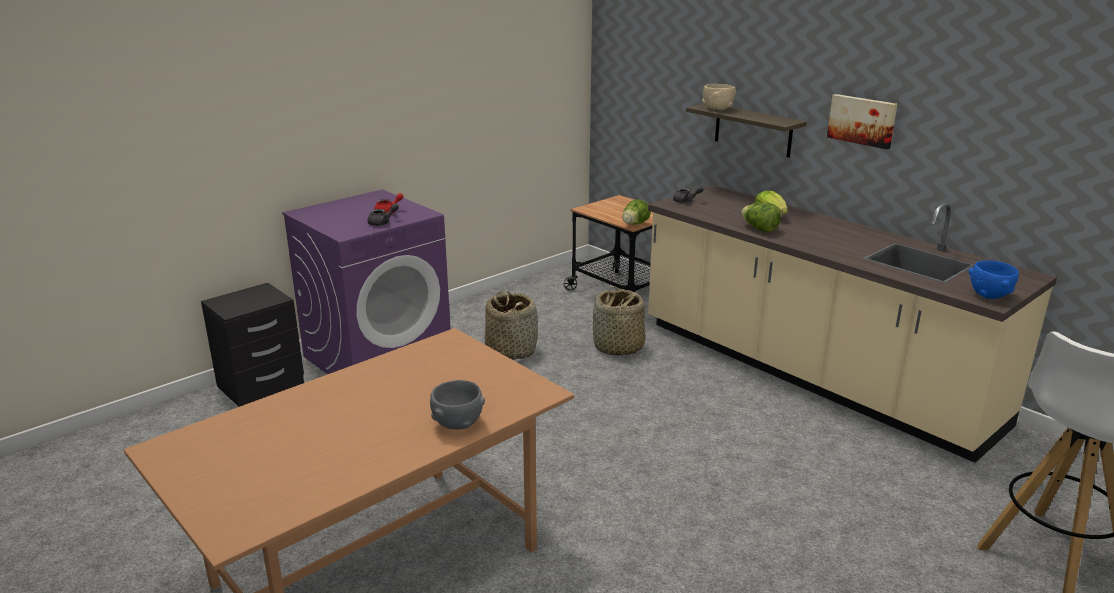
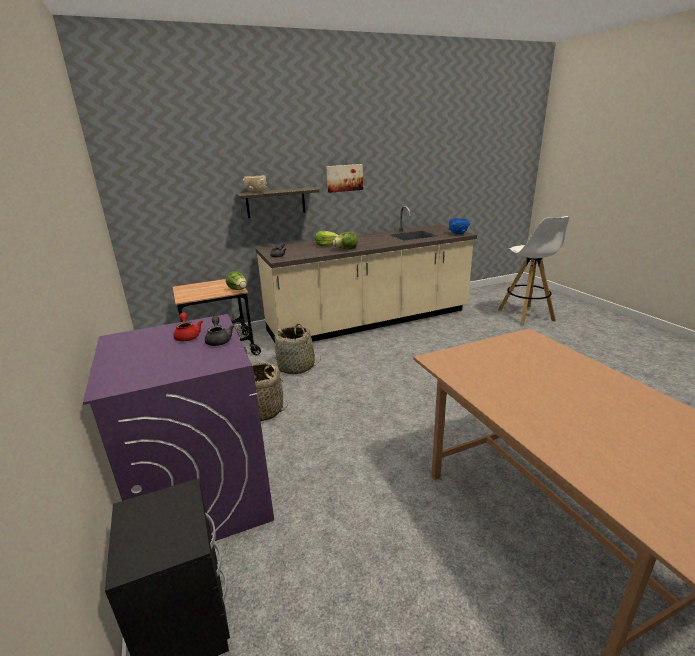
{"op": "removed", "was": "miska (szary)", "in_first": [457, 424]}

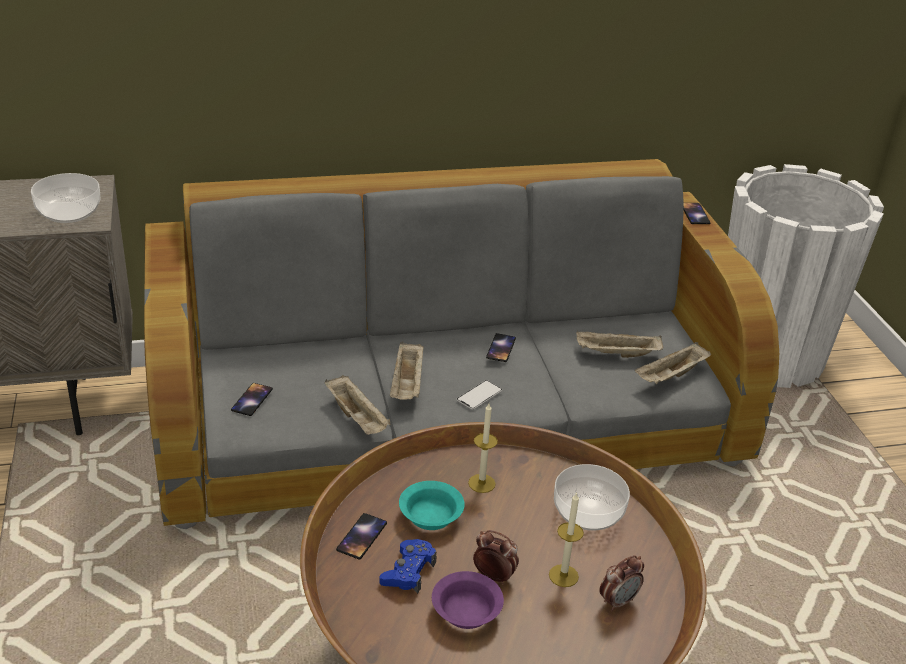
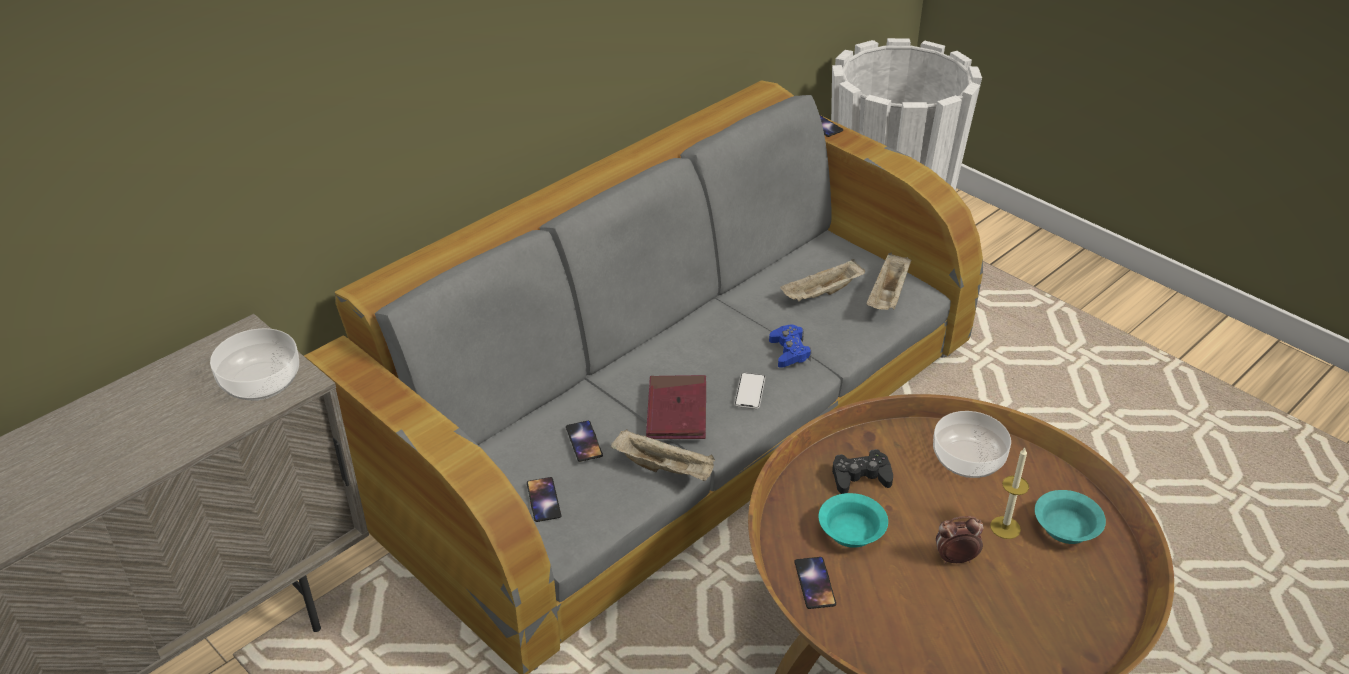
{"op": "moved", "was": "telefon", "in_first": [501, 348], "in_second": [584, 441]}
{"op": "replaced", "was": "taca (beżowy)", "now": "książka (czerwony)", "in_first": [407, 384], "in_second": [677, 411]}
{"op": "replaced", "was": "świeca", "now": "pad do gier (czarny)", "in_first": [481, 483], "in_second": [860, 477]}
{"op": "moved", "was": "pad do gier (niebieski)", "in_first": [408, 572], "in_second": [789, 352]}
{"op": "replaced", "was": "budzik", "now": "miska (turkusowy)", "in_first": [618, 601], "in_second": [1065, 527]}
{"op": "removed", "was": "miska (fioletowy)", "in_first": [464, 611]}

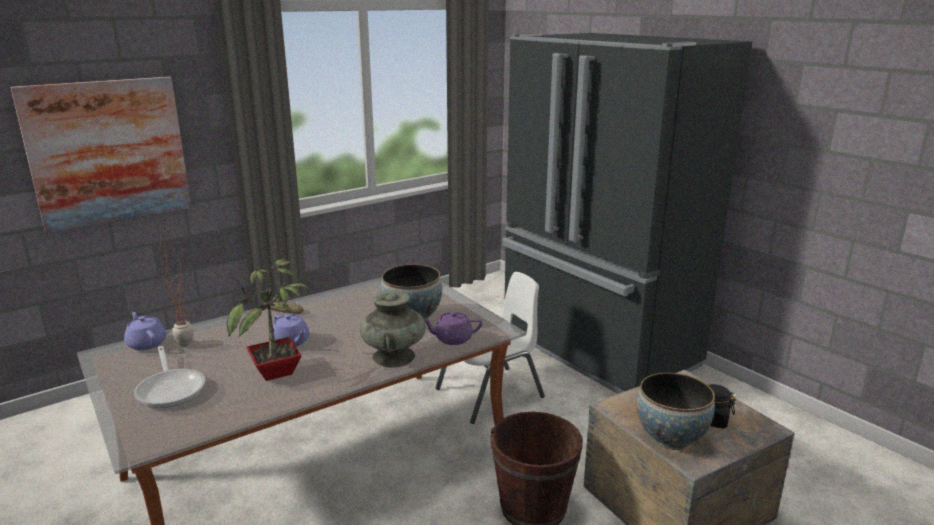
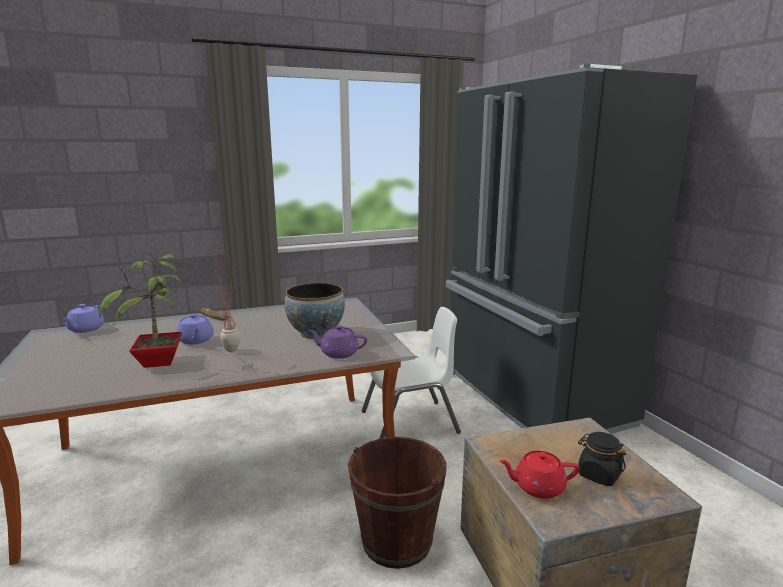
{"op": "removed", "was": "obraz", "in_first": [108, 152]}
{"op": "moved", "was": "roślina doniczkowa", "in_first": [187, 342], "in_second": [234, 348]}
{"op": "removed", "was": "wazon (turkusowy)", "in_first": [394, 356]}
{"op": "turned", "was": "imbryk (fioletowy)", "in_first": [146, 343], "in_second": [85, 329], "clockwise": -150}
{"op": "removed", "was": "patelnia", "in_first": [171, 389]}
{"op": "replaced", "was": "miska", "now": "imbryk (czerwony)", "in_first": [670, 438], "in_second": [537, 487]}

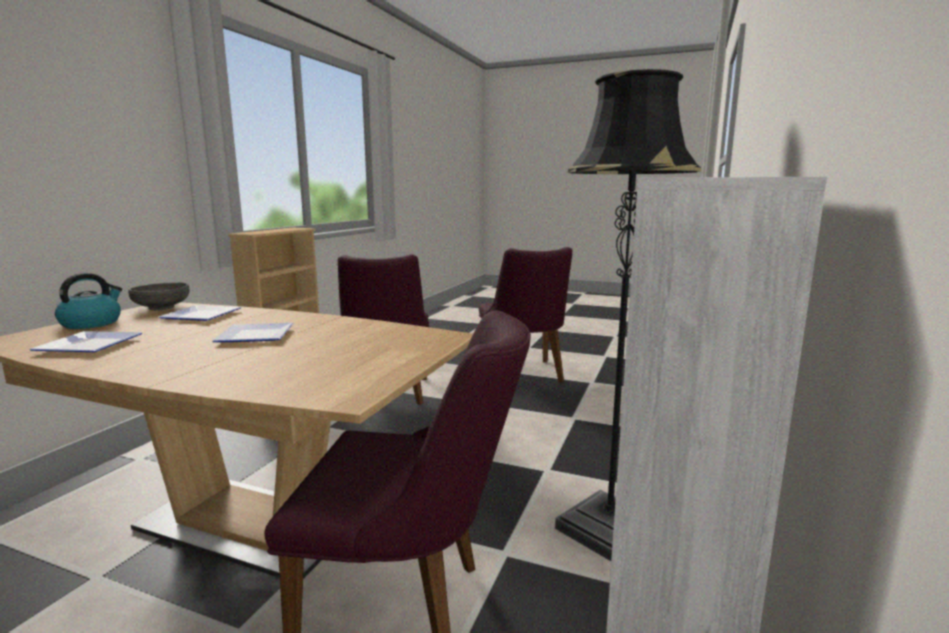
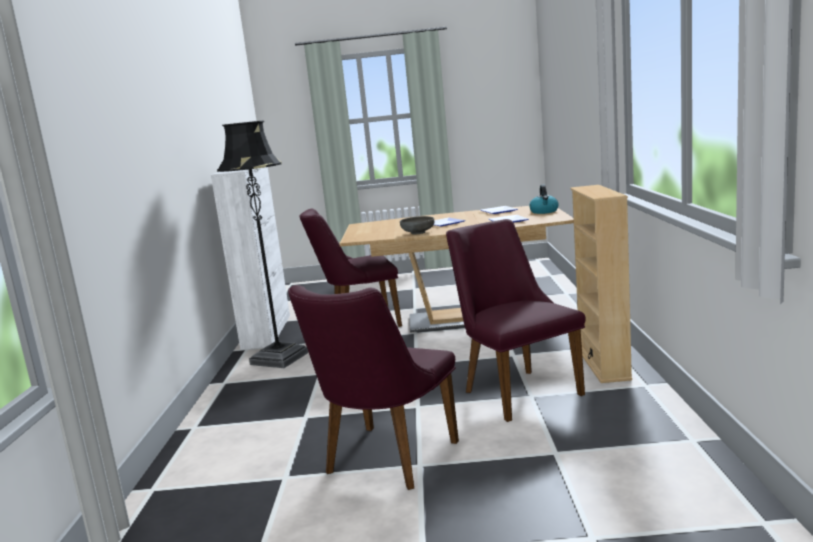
{"op": "turned", "was": "krzesło (fioletowy)", "in_first": [524, 376], "in_second": [384, 462], "clockwise": -120}
{"op": "moved", "was": "miska (szary)", "in_first": [162, 308], "in_second": [418, 233]}

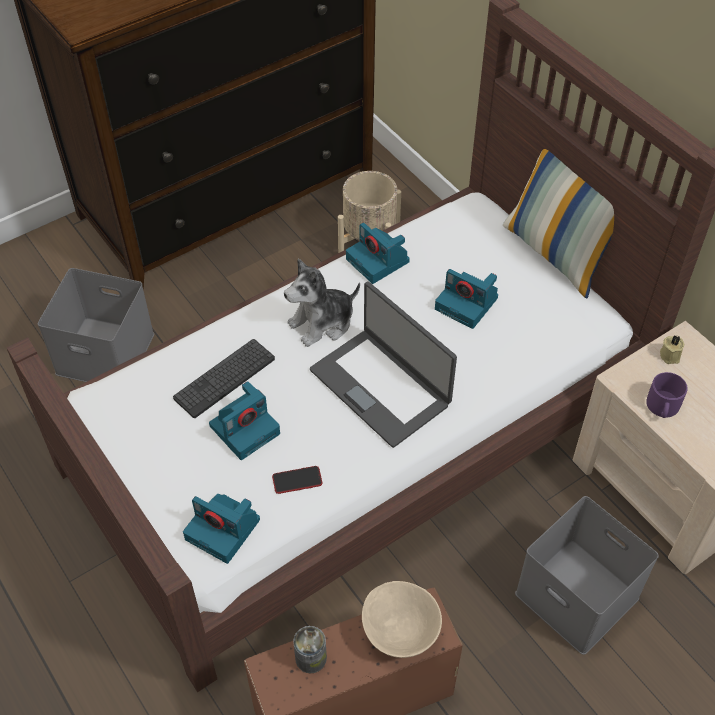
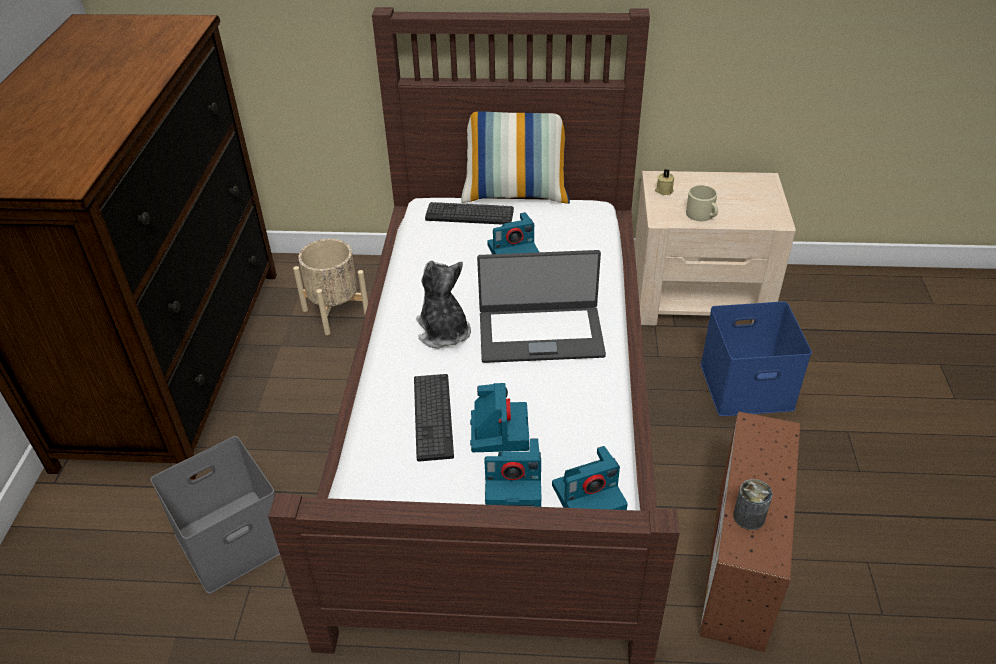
{"op": "moved", "was": "aparat fotograficzny", "in_first": [379, 261], "in_second": [515, 485]}
{"op": "turned", "was": "pluszak", "in_first": [322, 323], "in_second": [443, 332], "clockwise": 150}
{"op": "recoloured", "was": "kubek (fioletowy)", "now": "kubek (beżowy)", "in_first": [662, 407], "in_second": [702, 215]}
{"op": "removed", "was": "telefon", "in_first": [297, 480]}
{"op": "recoloured", "was": "pojemnik do przechowywania (szary)", "now": "pojemnik do przechowywania (niebieski)", "in_first": [580, 595], "in_second": [747, 384]}
{"op": "removed", "was": "miska (beżowy)", "in_first": [400, 631]}
{"op": "added", "now": "klawiatura", "in_second": [469, 214]}

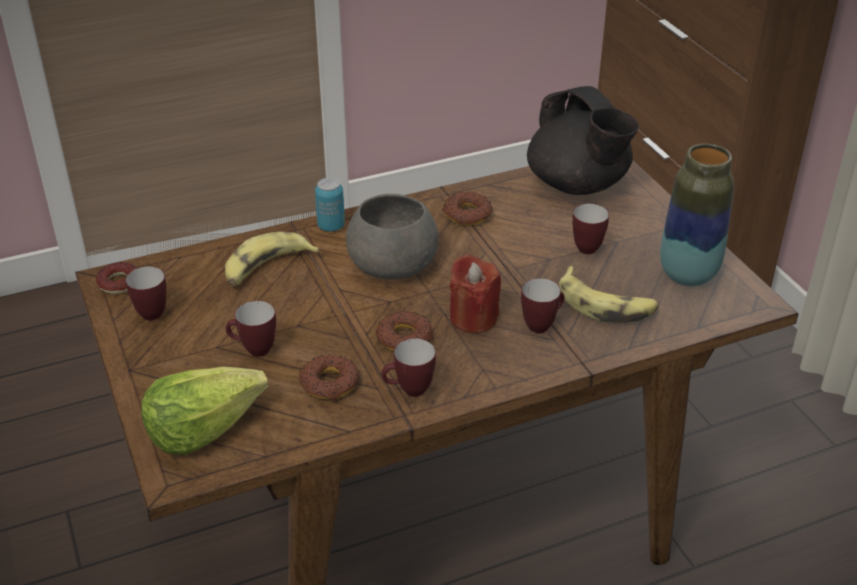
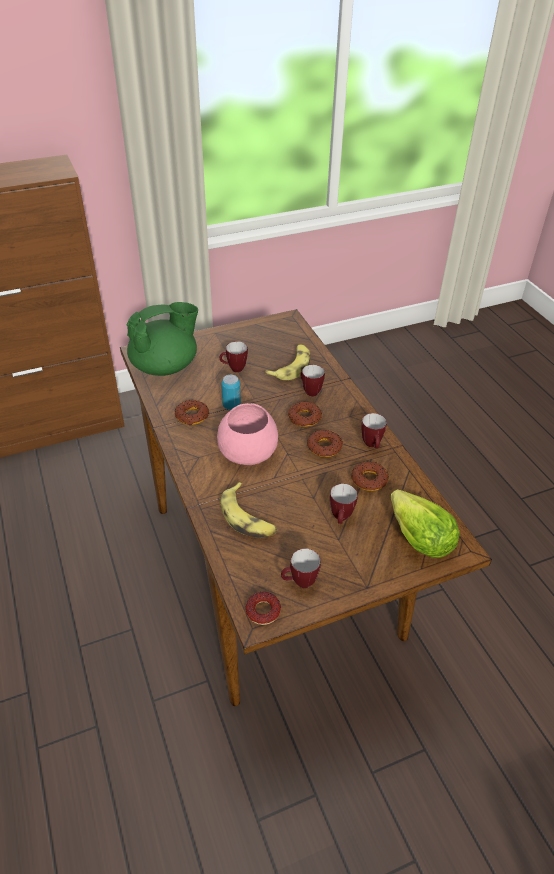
{"op": "recoloured", "was": "imbryk (czarny)", "now": "imbryk (zielony)", "in_first": [578, 185], "in_second": [166, 366]}
{"op": "removed", "was": "wazon", "in_first": [688, 275]}
{"op": "moved", "was": "puszka", "in_first": [331, 226], "in_second": [231, 405]}
{"op": "recoloured", "was": "miska (szary)", "now": "miska (różowy)", "in_first": [394, 265], "in_second": [248, 451]}
{"op": "replaced", "was": "świeca (czerwony)", "now": "donut", "in_first": [473, 318], "in_second": [304, 417]}

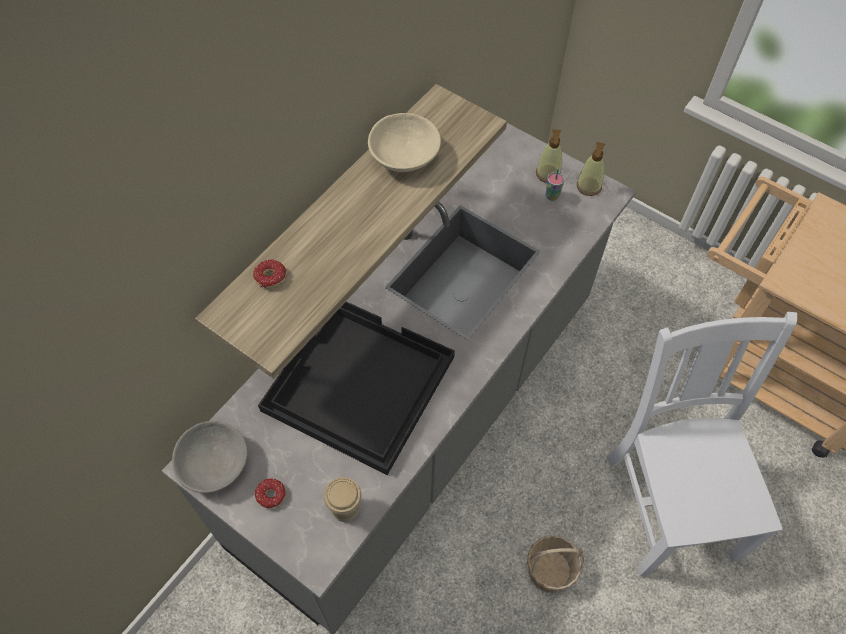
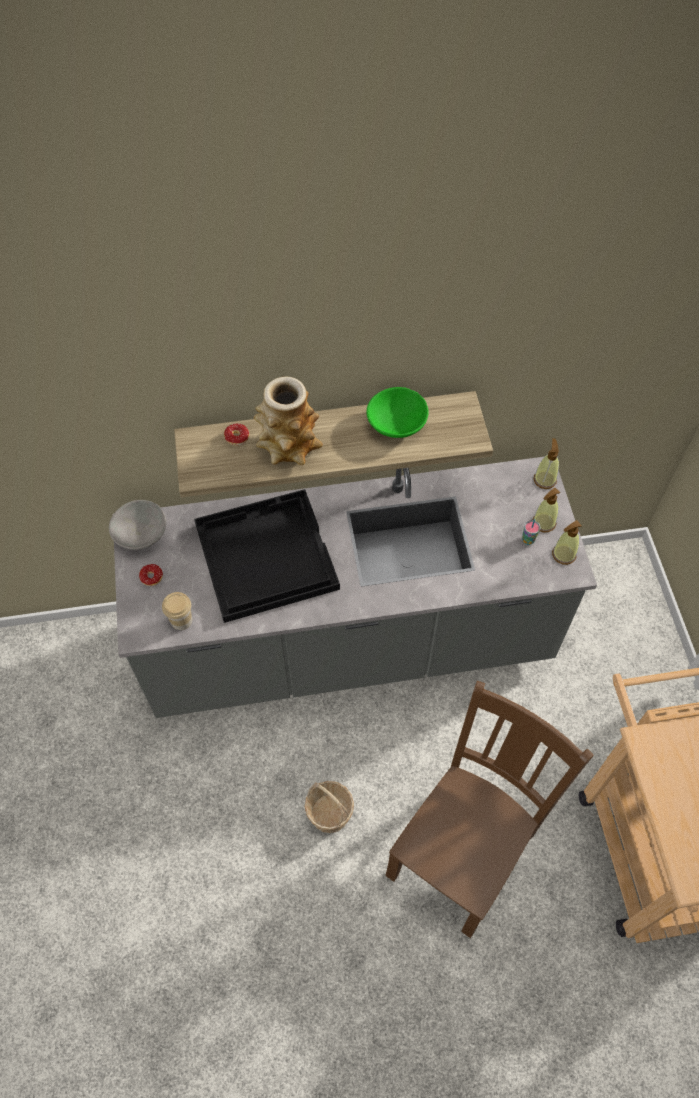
{"op": "recoloured", "was": "miska (beżowy)", "now": "miska (zielony)", "in_first": [405, 157], "in_second": [397, 424]}
{"op": "recoloured", "was": "krzesło (biały)", "now": "krzesło (brązowy)", "in_first": [670, 501], "in_second": [463, 851]}
{"op": "added", "now": "wazon", "in_second": [288, 445]}
{"op": "added", "now": "dozownik mydła", "in_second": [544, 479]}

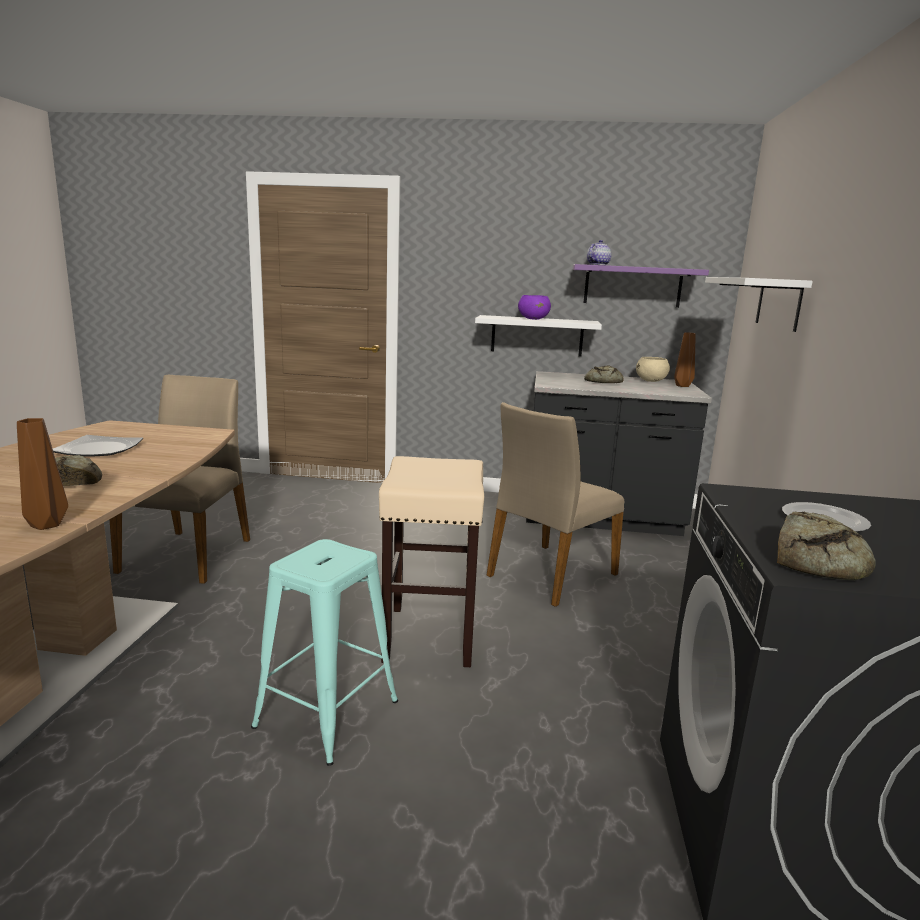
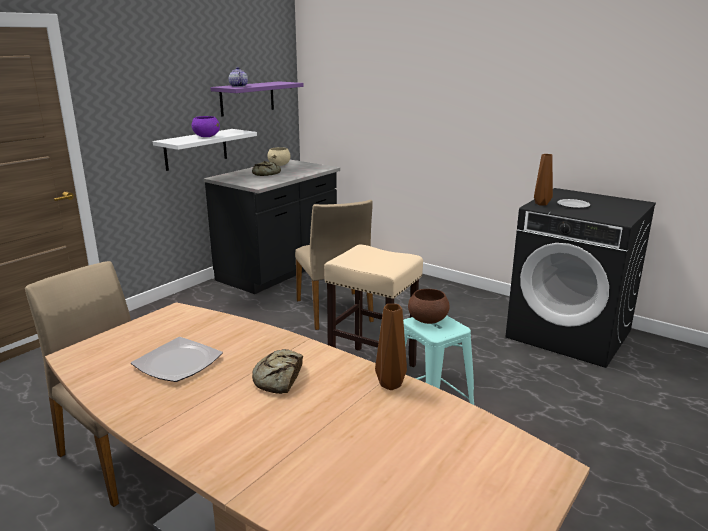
{"op": "removed", "was": "półka (biały)", "in_first": [778, 303]}
{"op": "moved", "was": "wazon (brązowy)", "in_first": [682, 386], "in_second": [542, 204]}
{"op": "removed", "was": "chleb", "in_first": [819, 560]}
{"op": "added", "now": "miska (brązowy)", "in_second": [428, 320]}

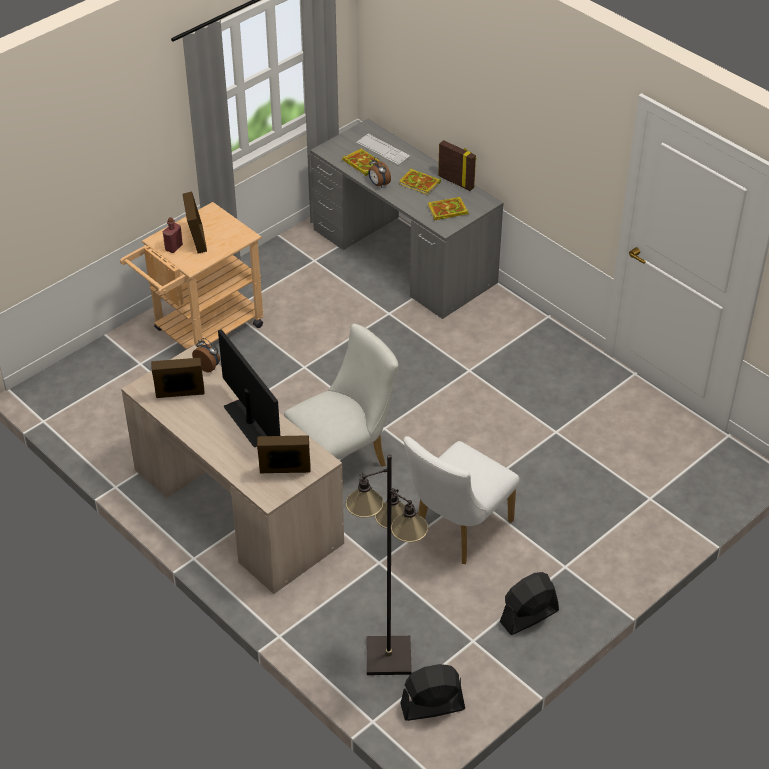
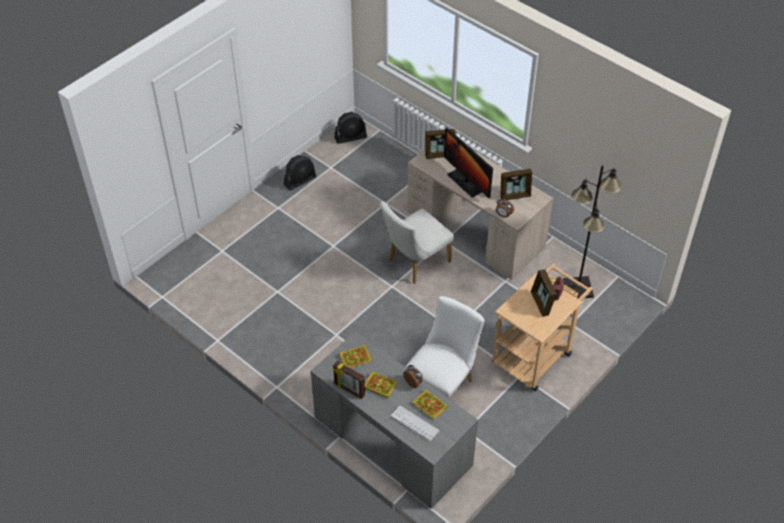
{"op": "moved", "was": "krzesło (biały)", "in_first": [457, 530], "in_second": [442, 384]}
{"op": "moved", "was": "lampa stojąca (czarny)", "in_first": [388, 656], "in_second": [578, 289]}

